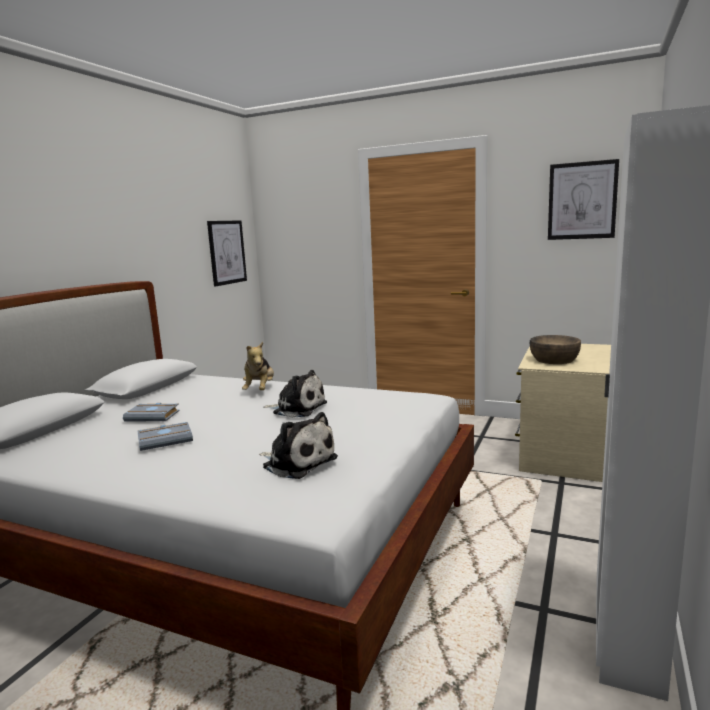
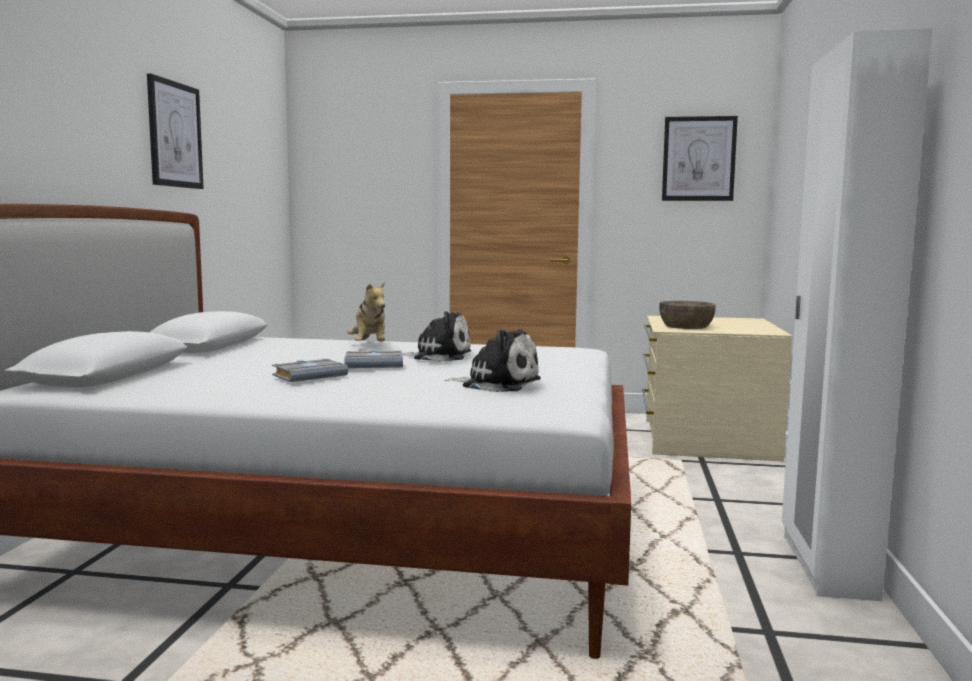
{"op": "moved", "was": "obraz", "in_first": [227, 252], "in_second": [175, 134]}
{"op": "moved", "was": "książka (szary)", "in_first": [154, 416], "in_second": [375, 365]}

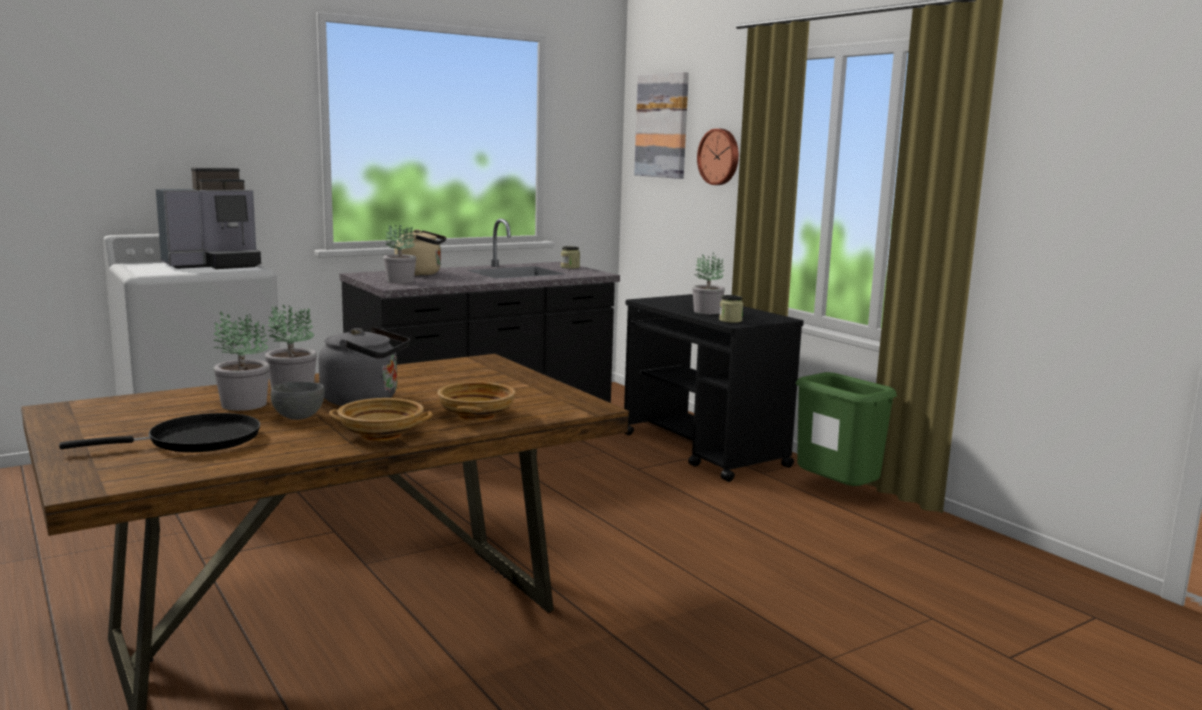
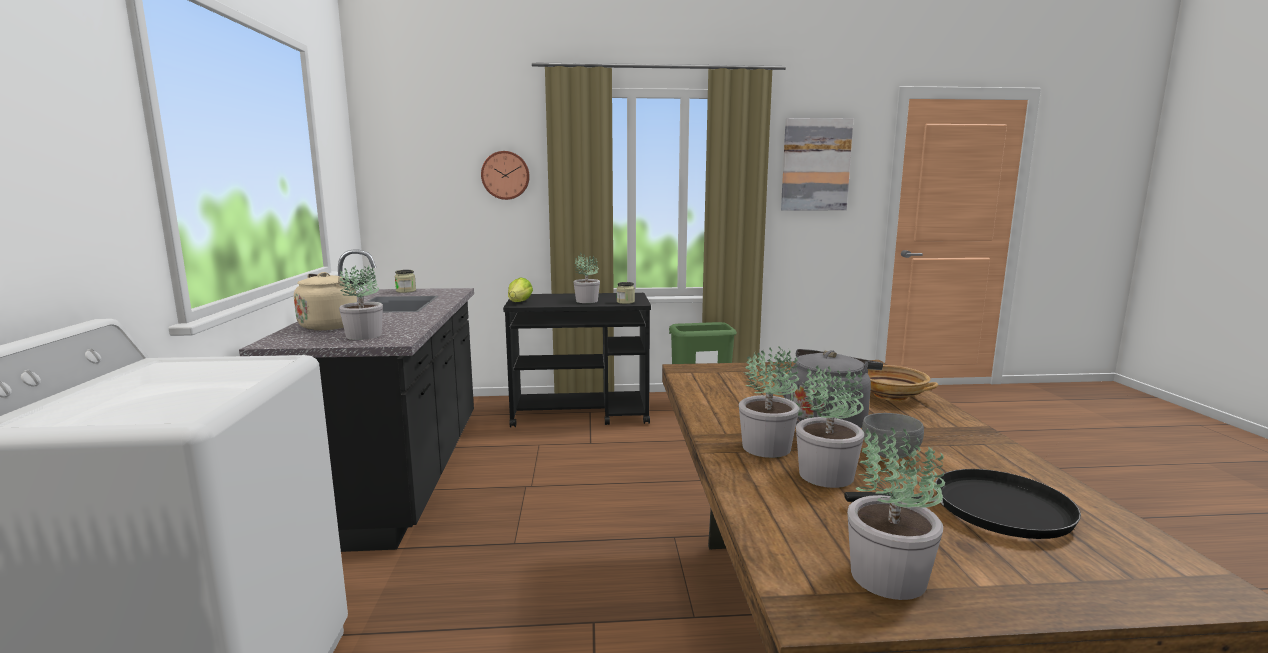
{"op": "moved", "was": "obraz", "in_first": [662, 126], "in_second": [815, 165]}
{"op": "removed", "was": "ekspres do kawy", "in_first": [214, 265]}
{"op": "removed", "was": "miska (beżowy)", "in_first": [380, 435]}
{"op": "turned", "was": "patelnia (czarny)", "in_first": [196, 441], "in_second": [990, 510], "clockwise": 90}
{"op": "added", "now": "sałata", "in_second": [519, 302]}
{"op": "added", "now": "roślina doniczkowa", "in_second": [887, 577]}

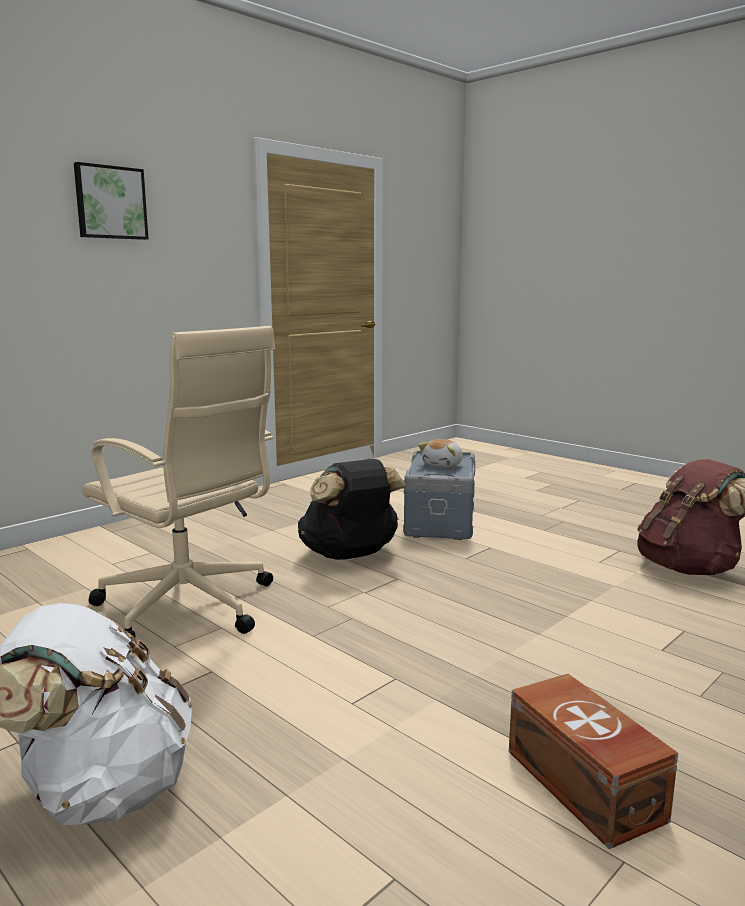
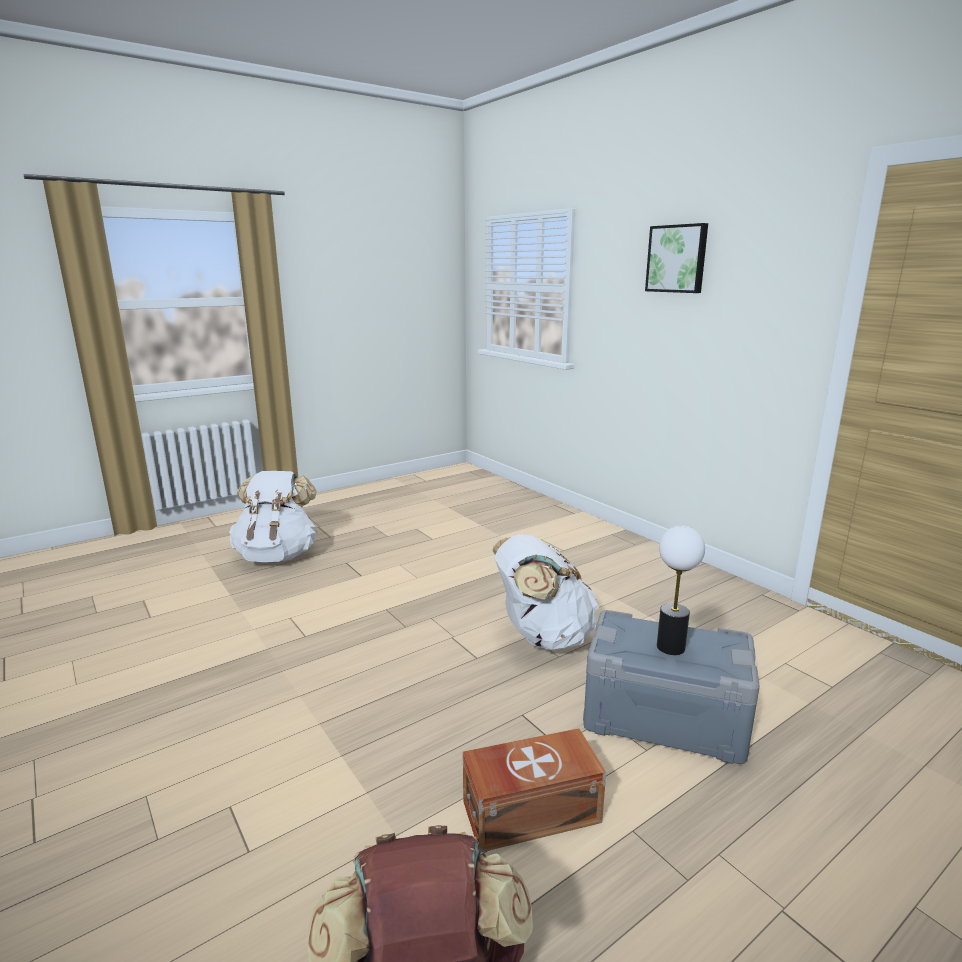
{"op": "removed", "was": "krzesło biurowe (beżowy)", "in_first": [189, 608]}
{"op": "replaced", "was": "pluszak", "now": "lampa stołowa", "in_first": [443, 465], "in_second": [671, 647]}
{"op": "recoloured", "was": "plecak (czarny)", "now": "plecak (biały)", "in_first": [350, 555], "in_second": [542, 637]}
{"op": "moved", "was": "pojemnik do przechowywania (brązowy)", "in_first": [583, 787], "in_second": [528, 810]}

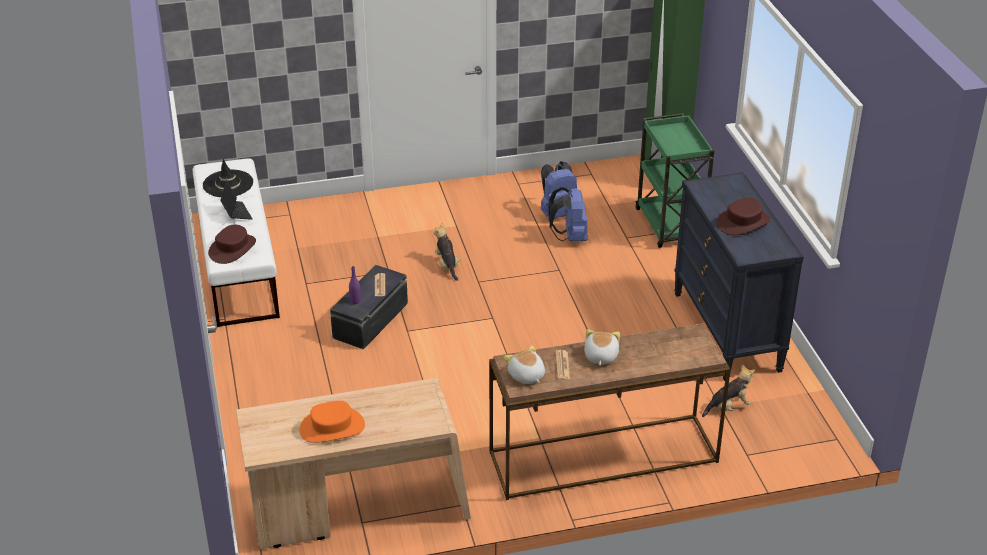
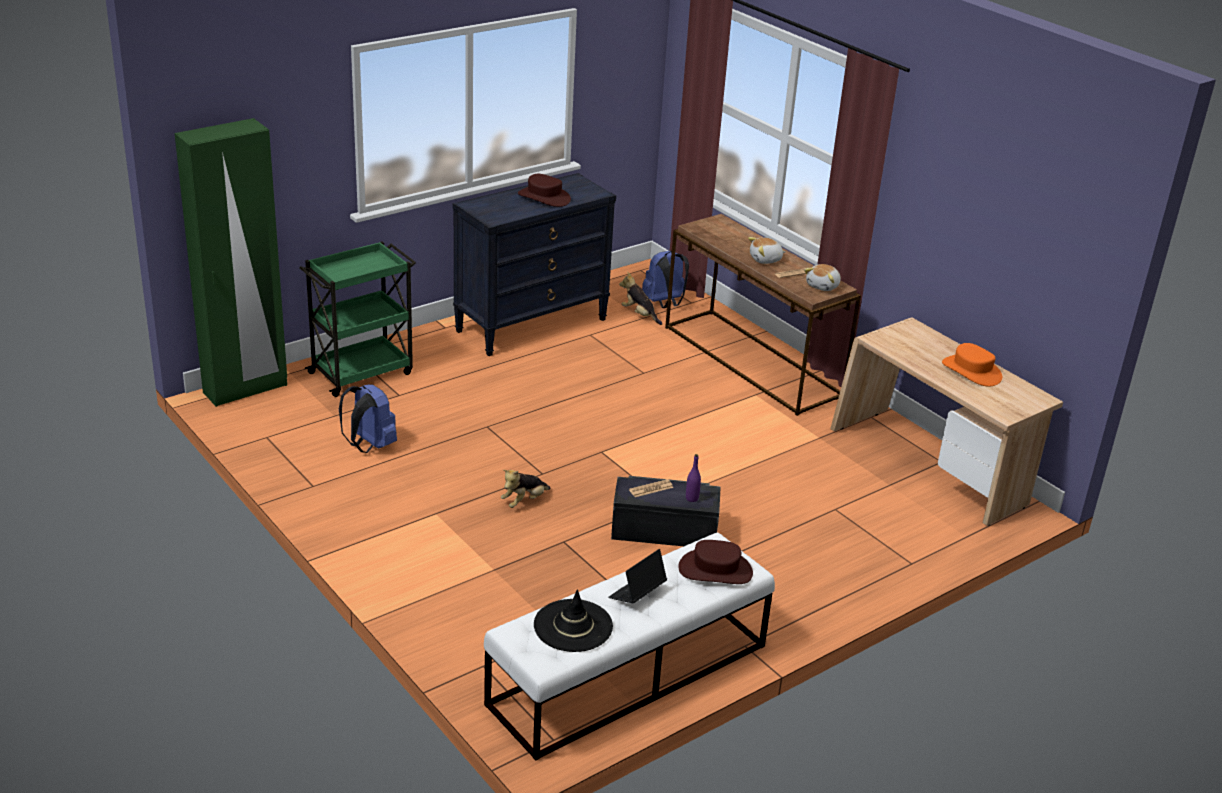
{"op": "moved", "was": "plecak (niebieski)", "in_first": [570, 237], "in_second": [664, 303]}

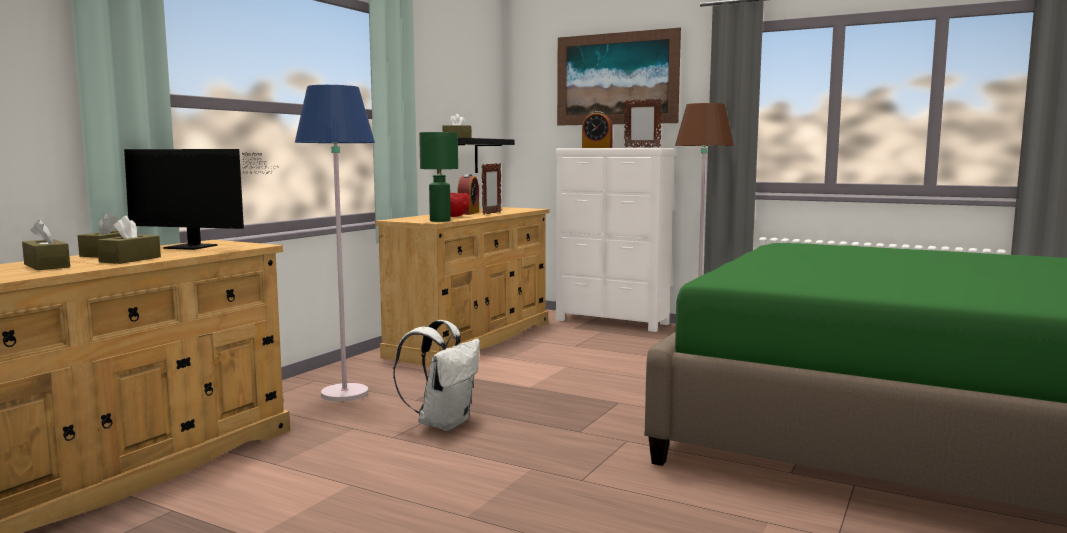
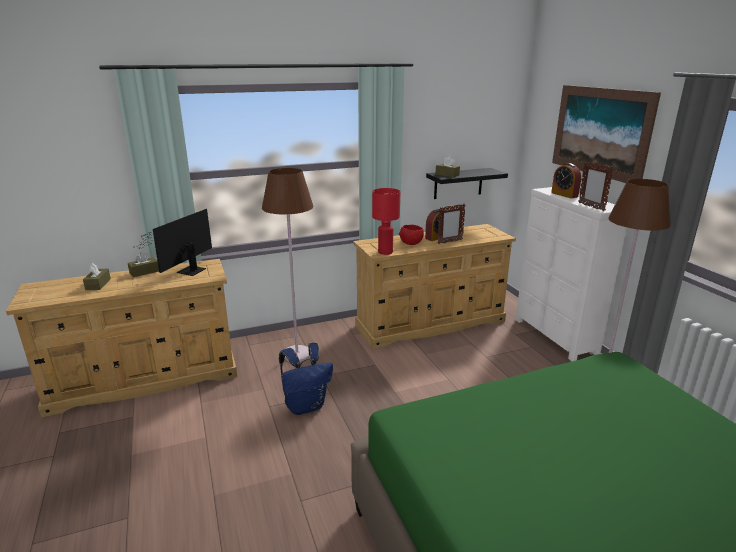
{"op": "recoloured", "was": "lampa stojąca (niebieski)", "now": "lampa stojąca (brązowy)", "in_first": [345, 393], "in_second": [297, 354]}
{"op": "recoloured", "was": "lampa stołowa (zielony)", "now": "lampa stołowa (czerwony)", "in_first": [440, 221], "in_second": [385, 252]}
{"op": "turned", "was": "monitor", "in_first": [195, 247], "in_second": [188, 272], "clockwise": 60}
{"op": "removed", "was": "pudełko chusteczek (brązowy)", "in_first": [130, 259]}
{"op": "recoloured", "was": "plecak (biały)", "now": "plecak (niebieski)", "in_first": [443, 423], "in_second": [306, 406]}

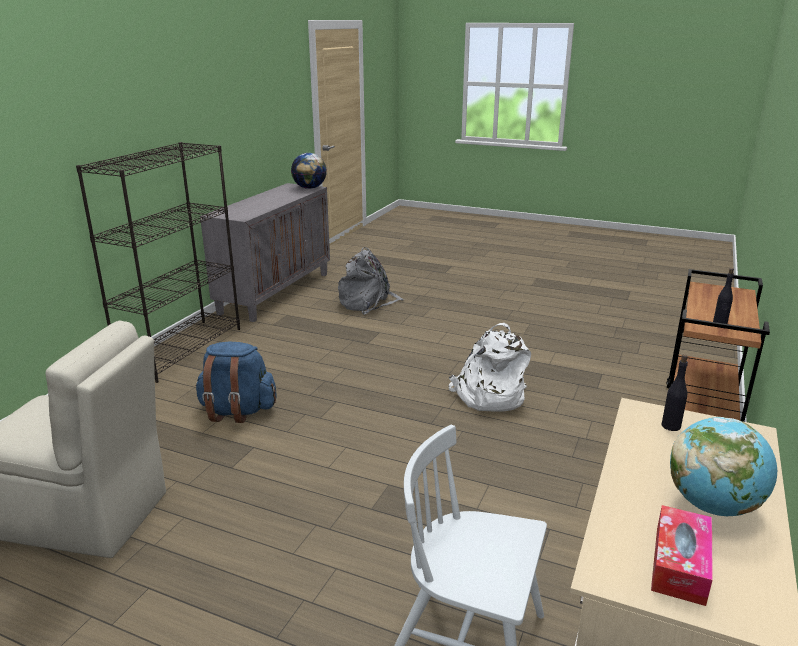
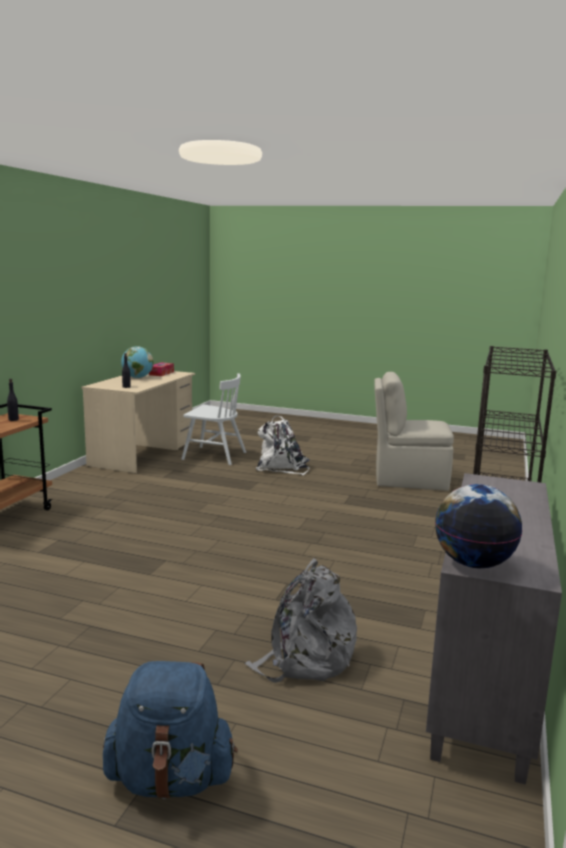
{"op": "moved", "was": "plecak (biały)", "in_first": [488, 396], "in_second": [282, 467]}
{"op": "moved", "was": "plecak (niebieski)", "in_first": [237, 411], "in_second": [170, 779]}

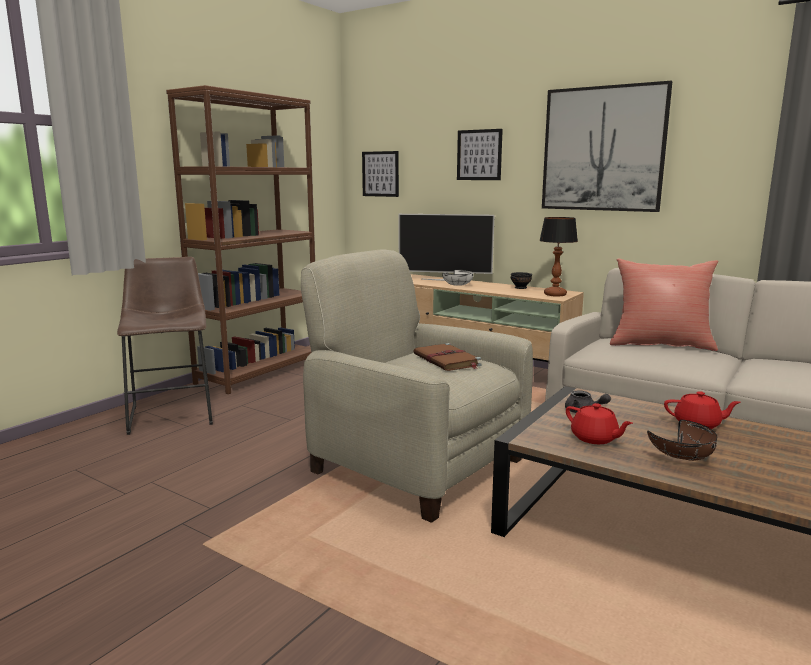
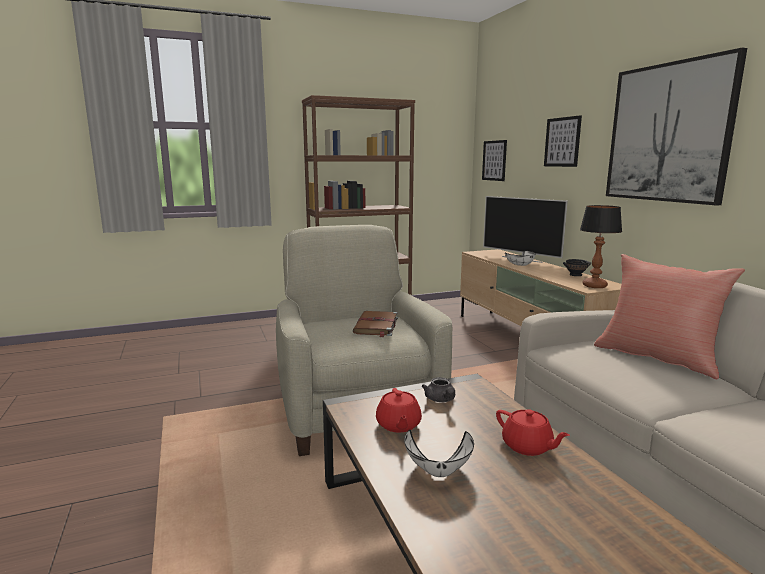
{"op": "removed", "was": "stołek (brązowy)", "in_first": [172, 412]}
{"op": "recoloured", "was": "miska (brązowy)", "now": "miska (biały)", "in_first": [685, 458], "in_second": [439, 471]}

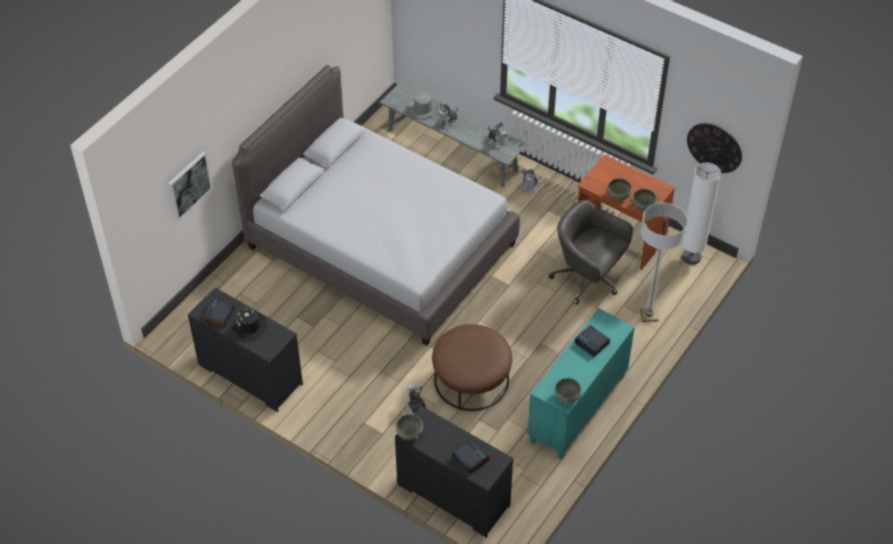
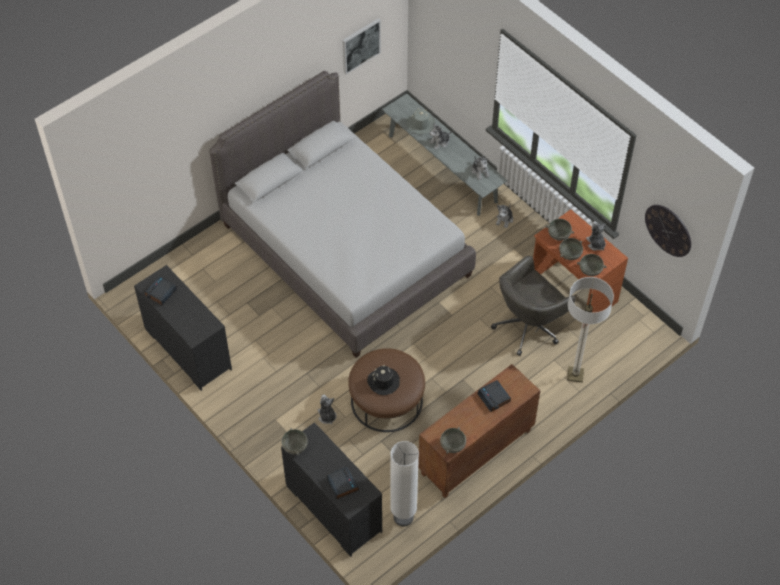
{"op": "moved", "was": "obraz", "in_first": [189, 185], "in_second": [360, 45]}
{"op": "moved", "was": "lampa stojąca (biały)", "in_first": [691, 257], "in_second": [403, 517]}
{"op": "turned", "was": "krzesło biurowe (szary)", "in_first": [587, 279], "in_second": [528, 325], "clockwise": -90}
{"op": "moved", "was": "kapelusz (czarny)", "in_first": [249, 326], "in_second": [383, 382]}
{"op": "recoloured", "was": "szafka (turkusowy)", "now": "szafka (brązowy)", "in_first": [577, 410], "in_second": [476, 453]}
{"op": "added", "now": "miska (szary)", "in_second": [559, 235]}
{"op": "added", "now": "pluszak", "in_second": [595, 243]}

